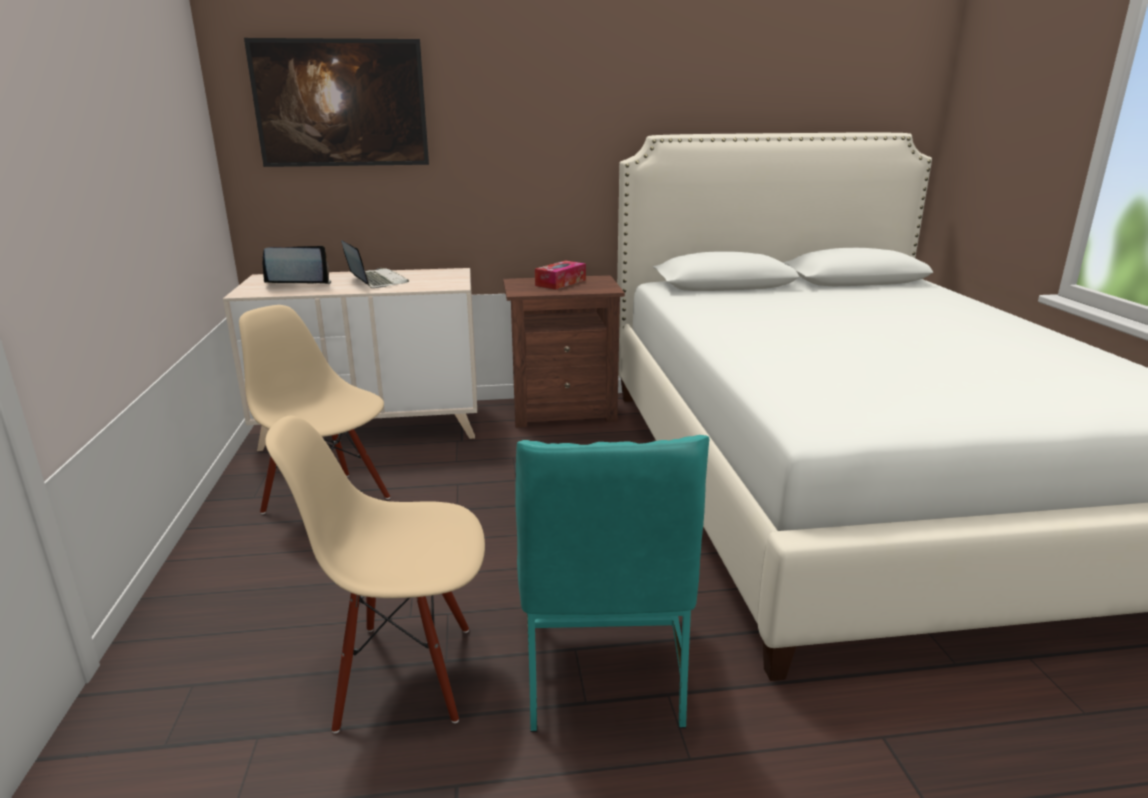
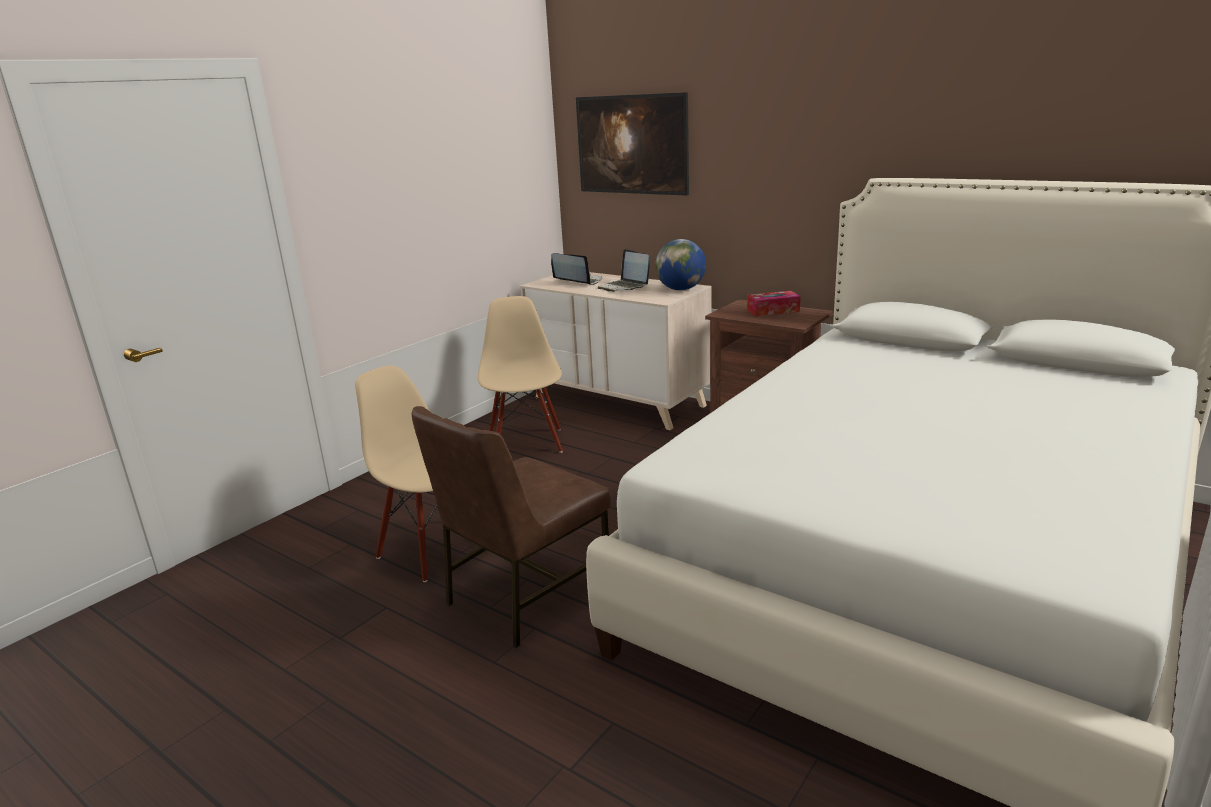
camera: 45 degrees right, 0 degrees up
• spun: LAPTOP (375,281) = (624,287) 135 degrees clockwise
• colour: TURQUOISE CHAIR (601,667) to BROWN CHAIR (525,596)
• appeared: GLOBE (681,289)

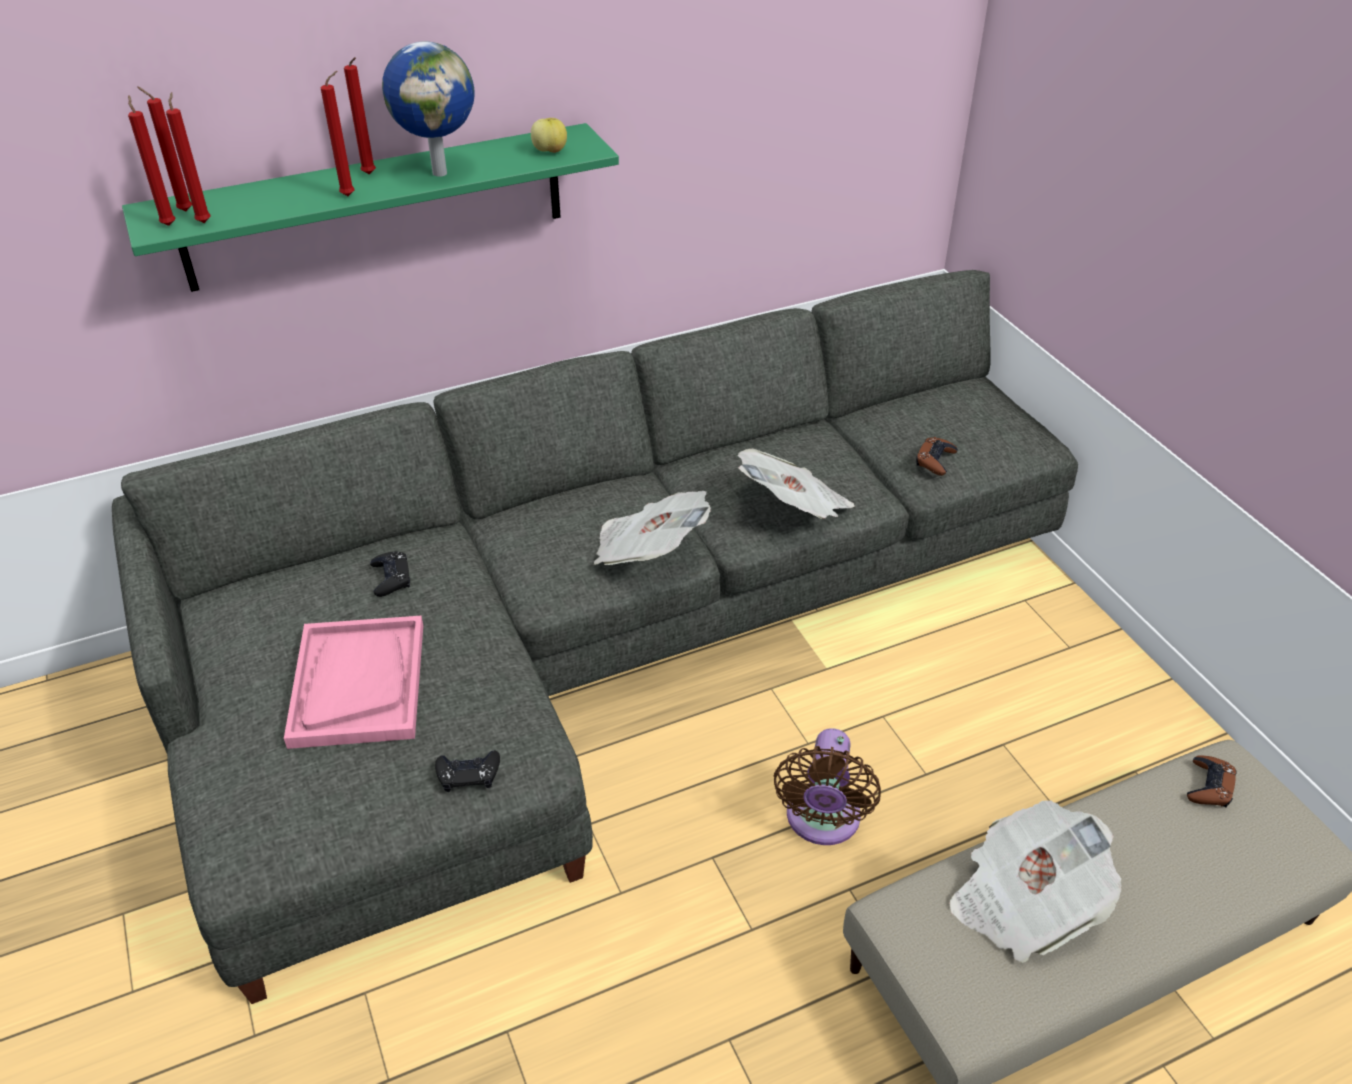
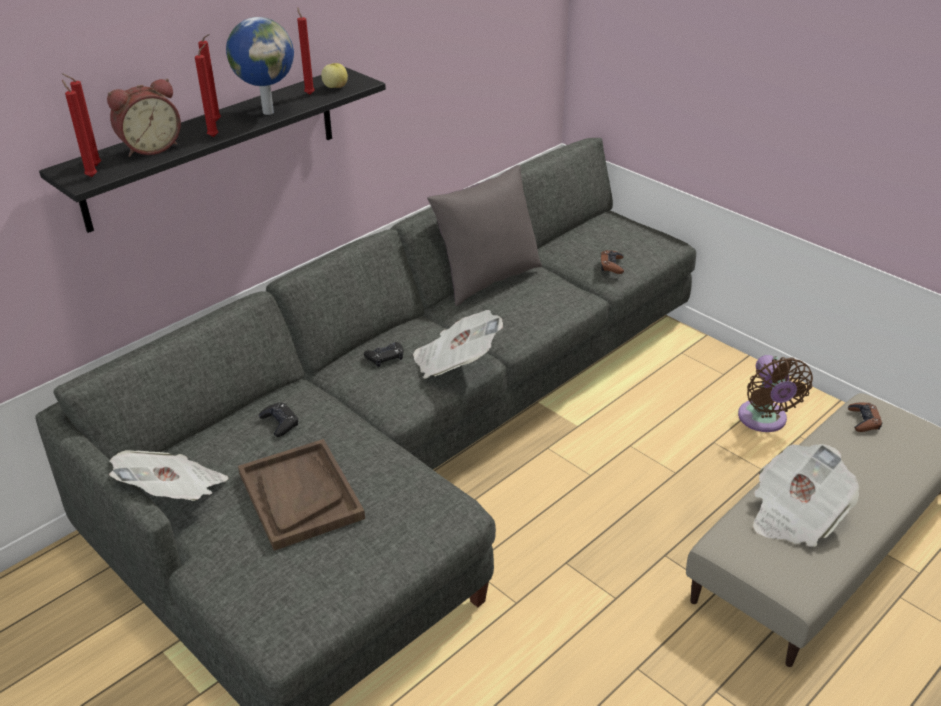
camera: 20 degrees left, 5 degrees down
• colour: GREEN SHELF (376,207) to BLACK SHELF (212,148)
• relocated: RED CANDLE (205,221) to (309,94)
• colour: PINK TRAY (358,683) to BROWN TRAY (300,496)
• relocated: BLACK GAME CONTROLLER (468,774) to (385,357)
• relocated: NEWSPAPER (794,509) to (175,494)
• relocated: BROWN FAN (822,821) to (764,420)
• appeared: ALARM CLOCK (150,147)
• appeared: GREY PILLOW (487,279)

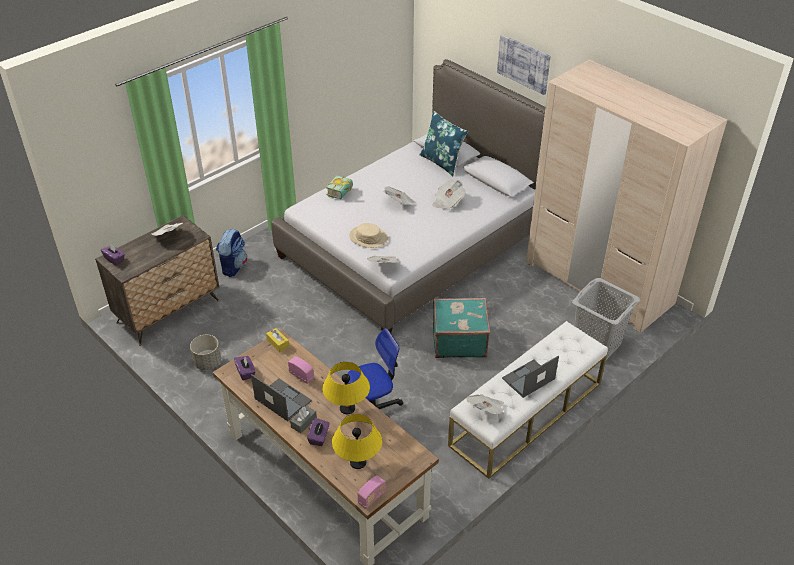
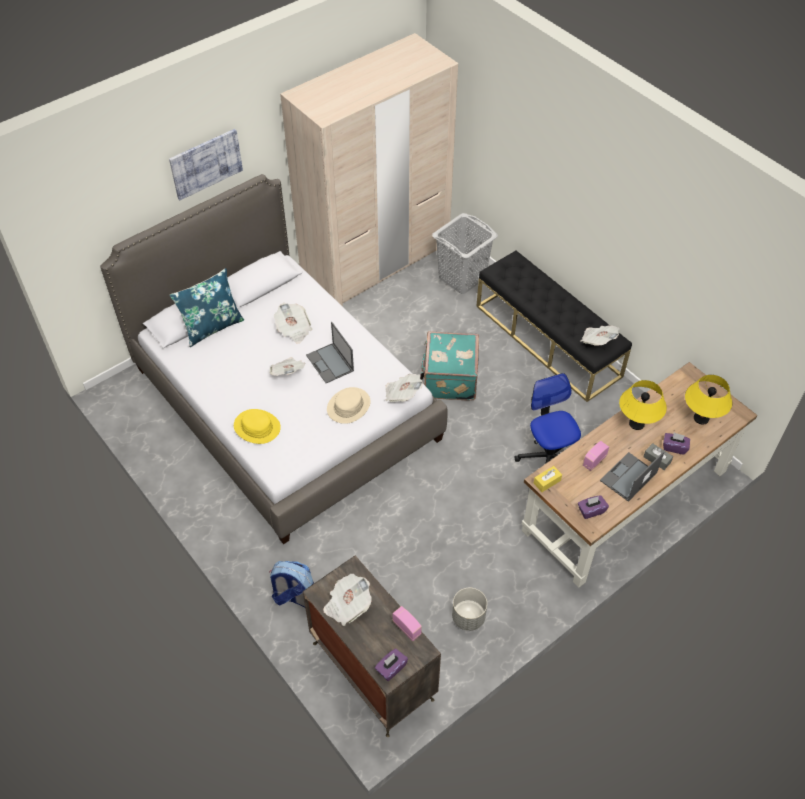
camera: 85 degrees left, 10 degrees up
• exchanged: BOOK (342,193) to YELLOW HAT (257,427)
• relocated: RADIO (371,498) to (407,628)
• colour: WHITE BENCH (526,414) to BLACK BENCH (548,340)
• relocated: LAPTOP (528,379) to (330,363)

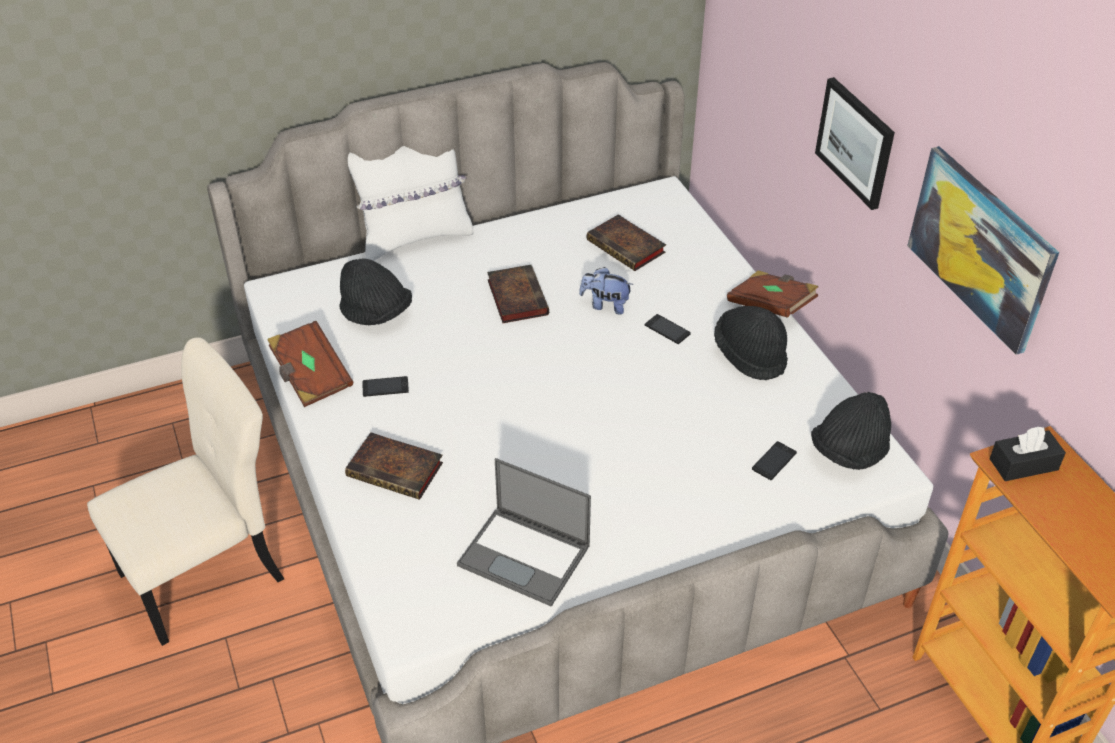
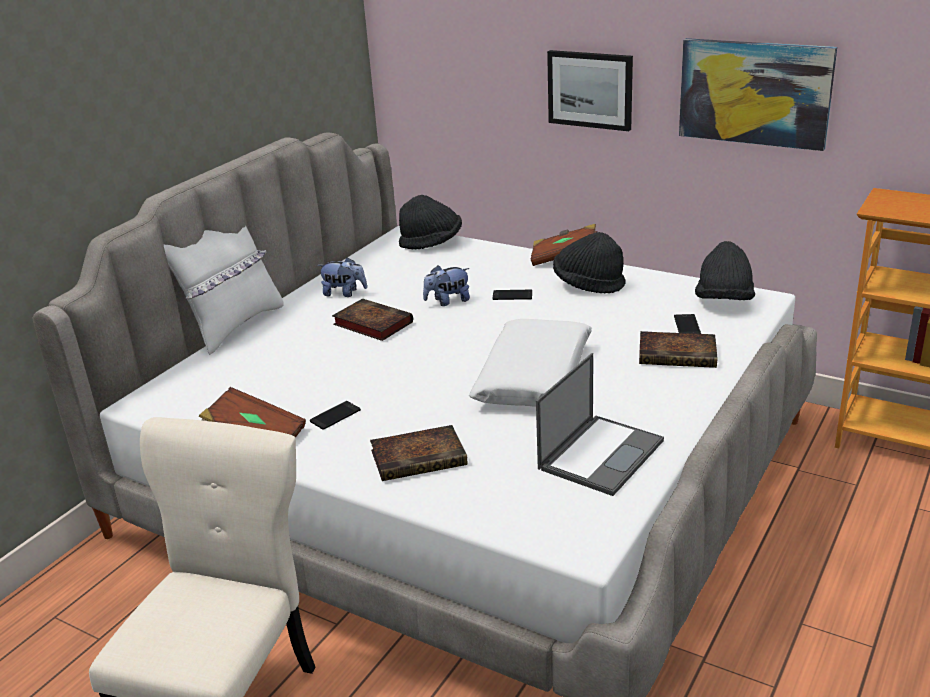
camera: 35 degrees left, 15 degrees down
• relocated: BLACK HAT (376,313) to (431,243)
• spun: LAPTOP (525,556) = (601,454) 45 degrees counterclockwise
• relocated: BOOK (627,247) to (679,354)
• missing: BLACK TISSUE BOX (1023,464)
• appeared: PLUSH TOY (344,293)
• appeared: WHITE PILLOW (534,377)

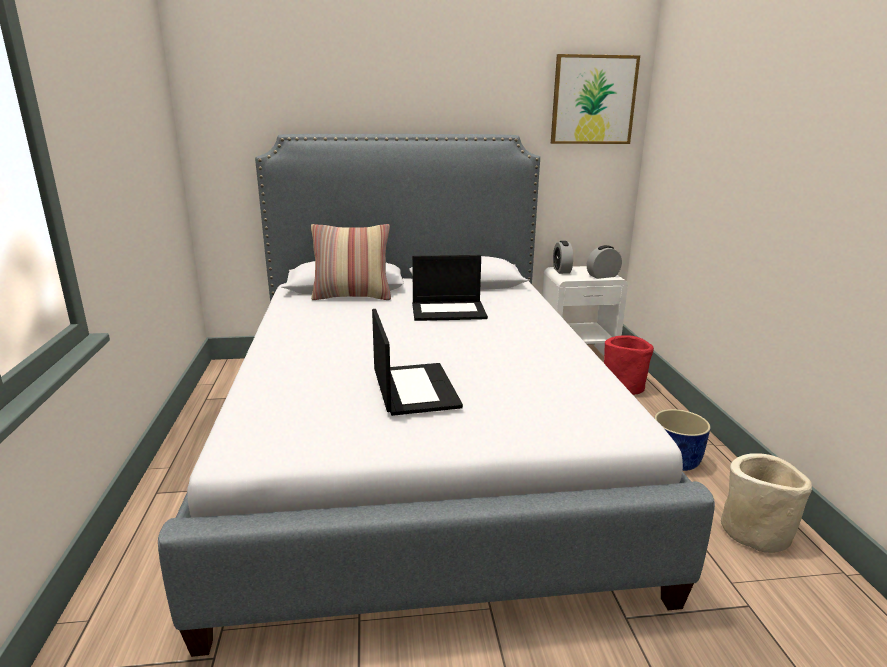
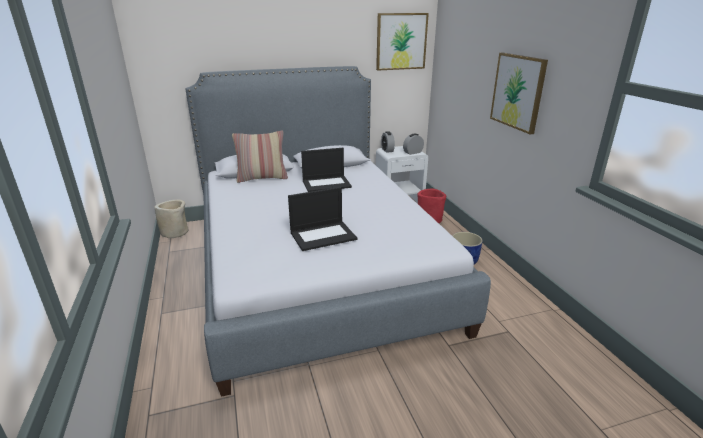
camera: 10 degrees left, 5 degrees up
• spun: LAPTOP (414,388) = (323,235) 90 degrees clockwise
• relocated: BEIGE PLANTER (756,532) to (175,232)
• appeared: PICTURE (518,92)

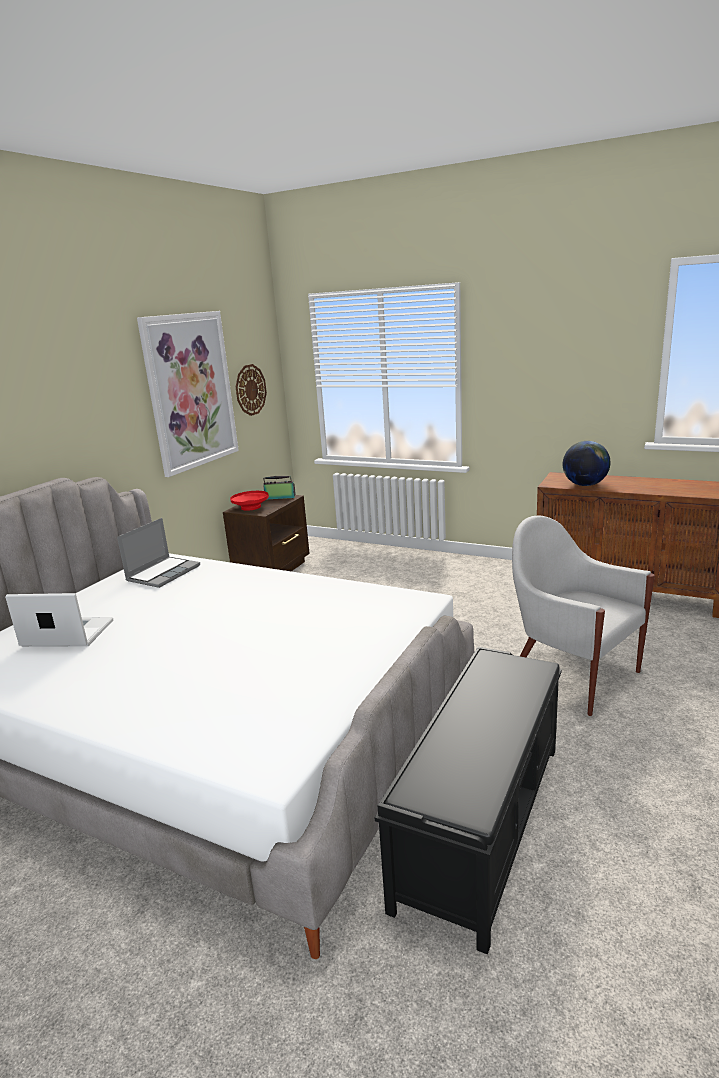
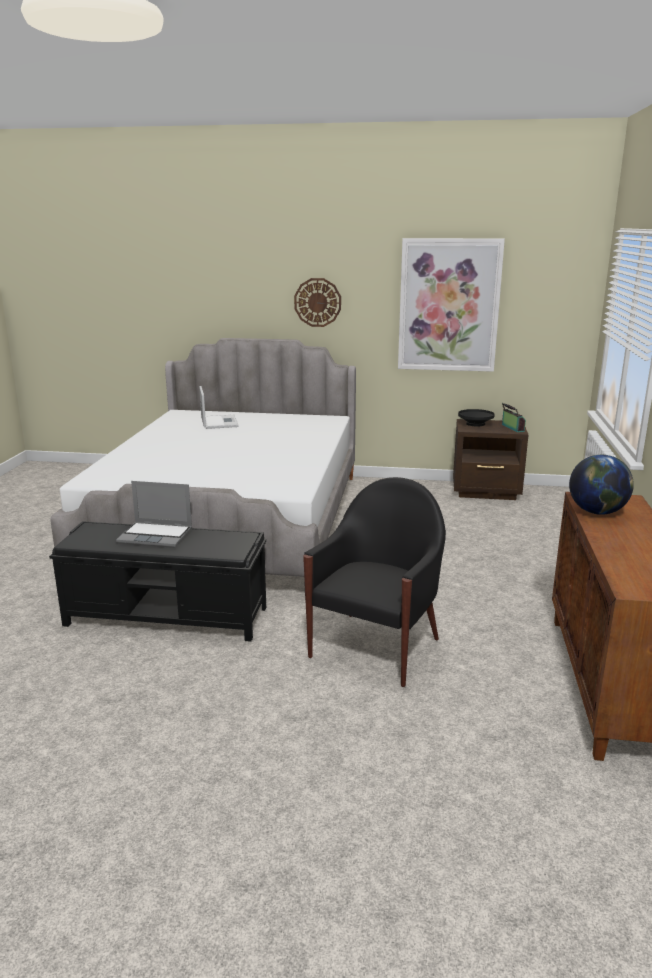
camera: 70 degrees right, 0 degrees up
• relocated: LAPTOP (163,573) to (156,536)
• colour: RED BOWL (250,507) to BLACK BOWL (475,424)
• relocated: WALL CLOCK (250,390) to (317,302)
• colour: WHITE ARMCHAIR (571,675) to BLACK ARMCHAIR (376,647)

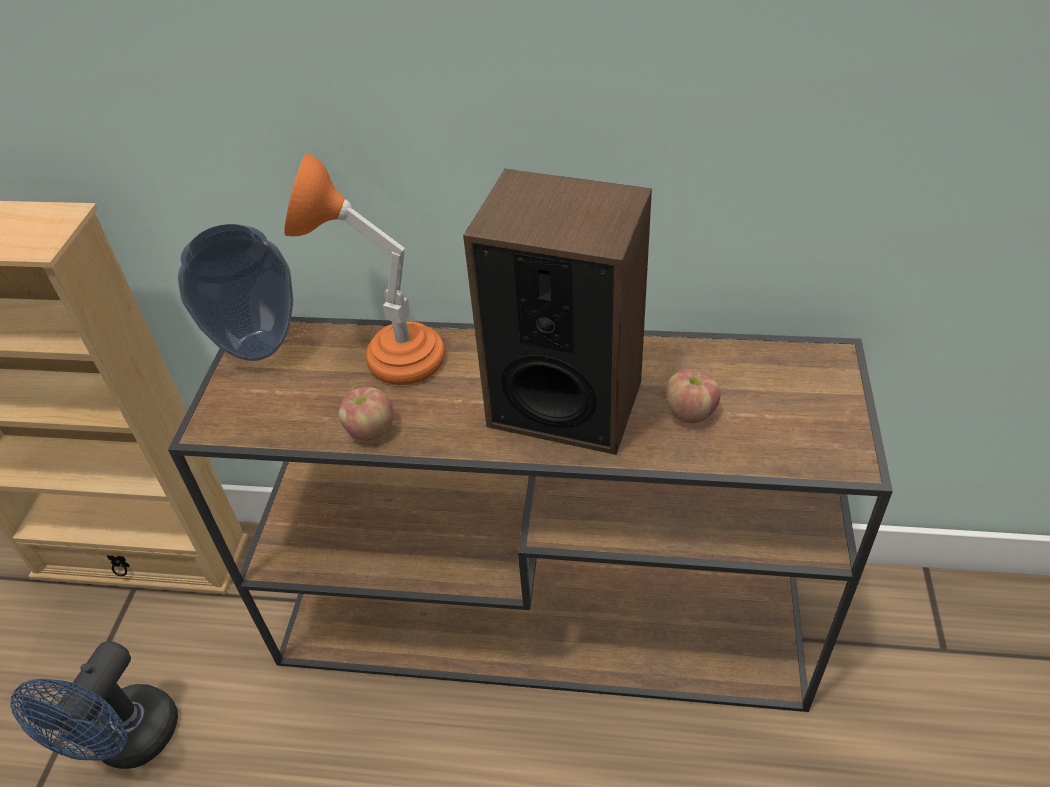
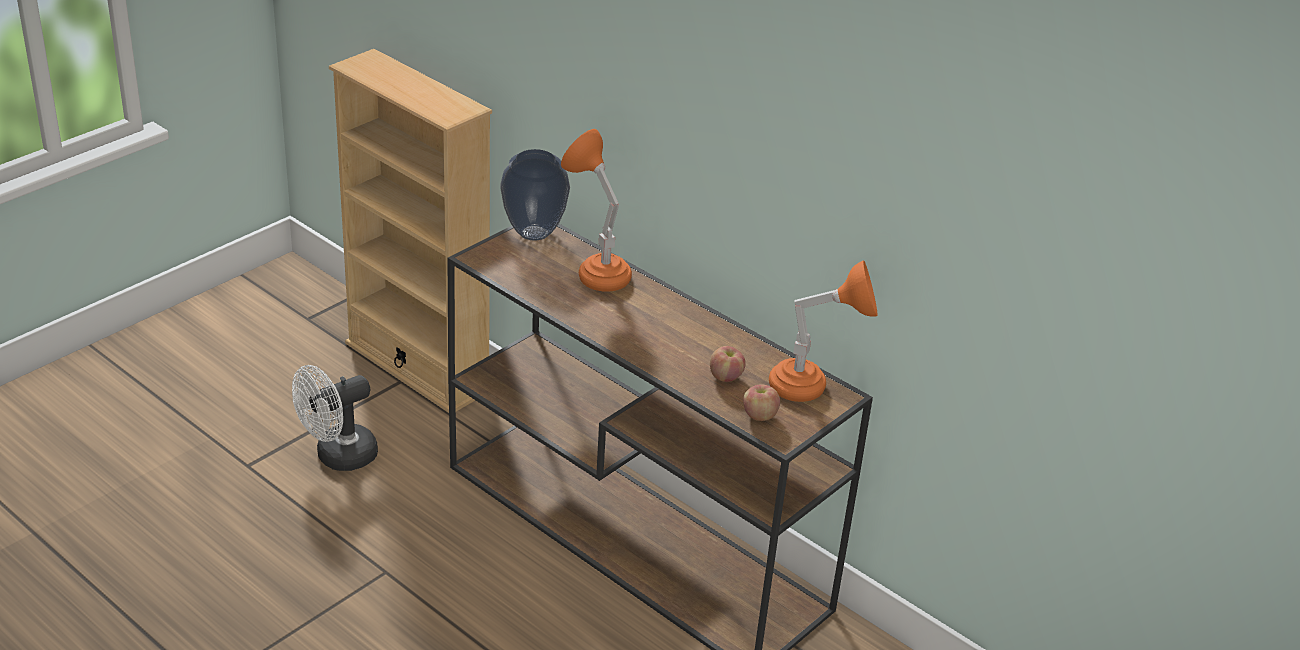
camera: 30 degrees right, 10 degrees down
• colour: BLUE FAN (128,744) to WHITE FAN (338,457)
• relocated: APPLE (370,430) to (759,415)
• missing: SPEAKER (565,403)
• appeared: ORANGE TABLE LAMP (813,389)

